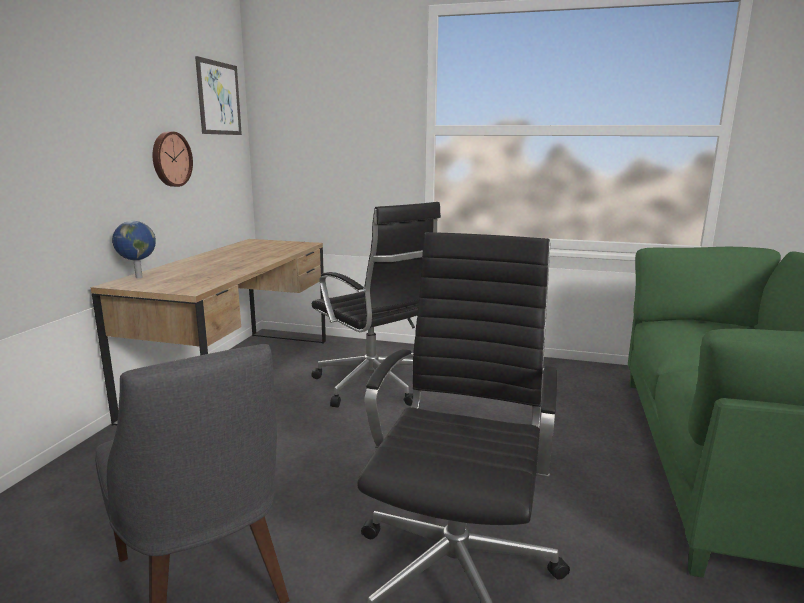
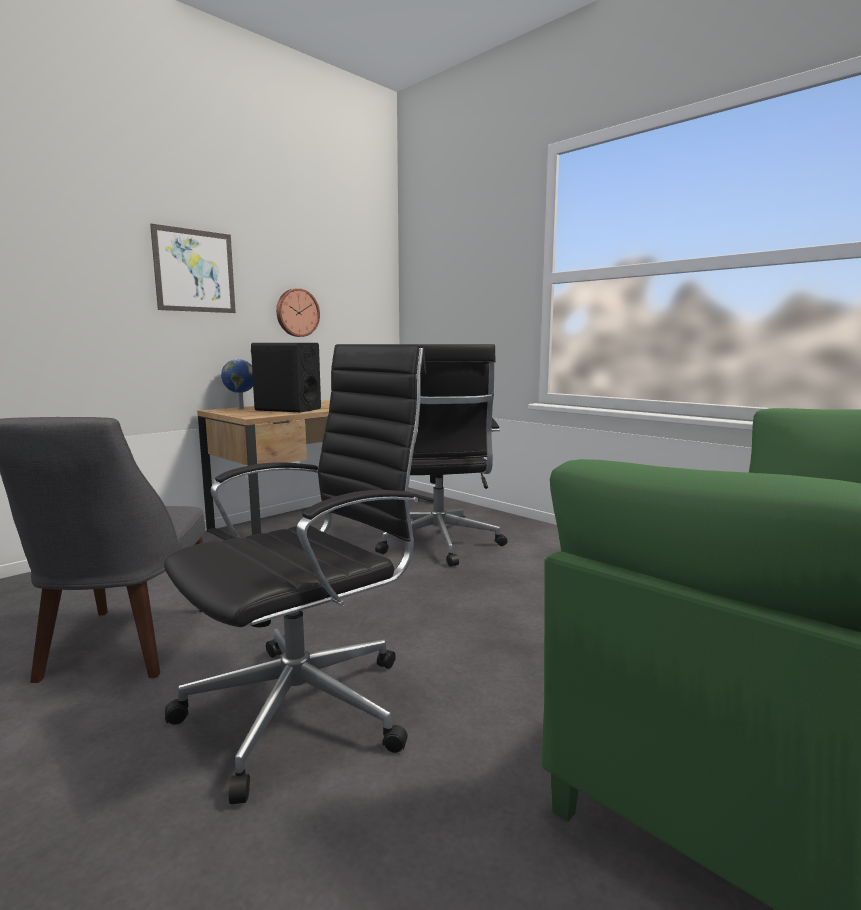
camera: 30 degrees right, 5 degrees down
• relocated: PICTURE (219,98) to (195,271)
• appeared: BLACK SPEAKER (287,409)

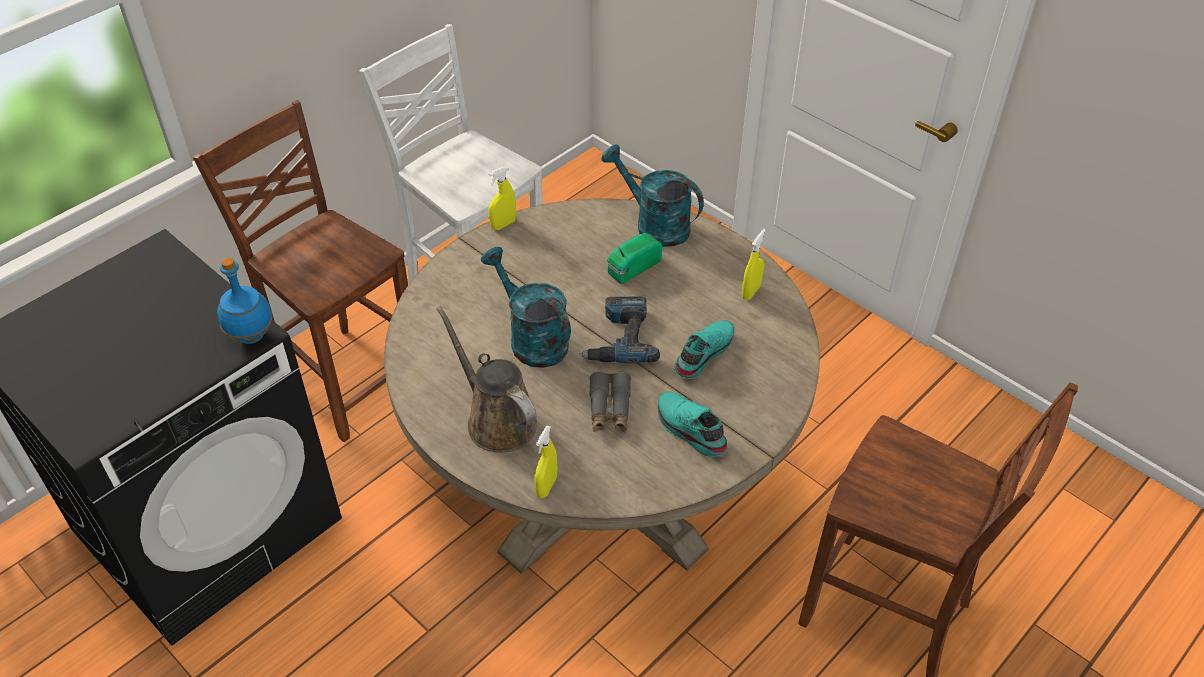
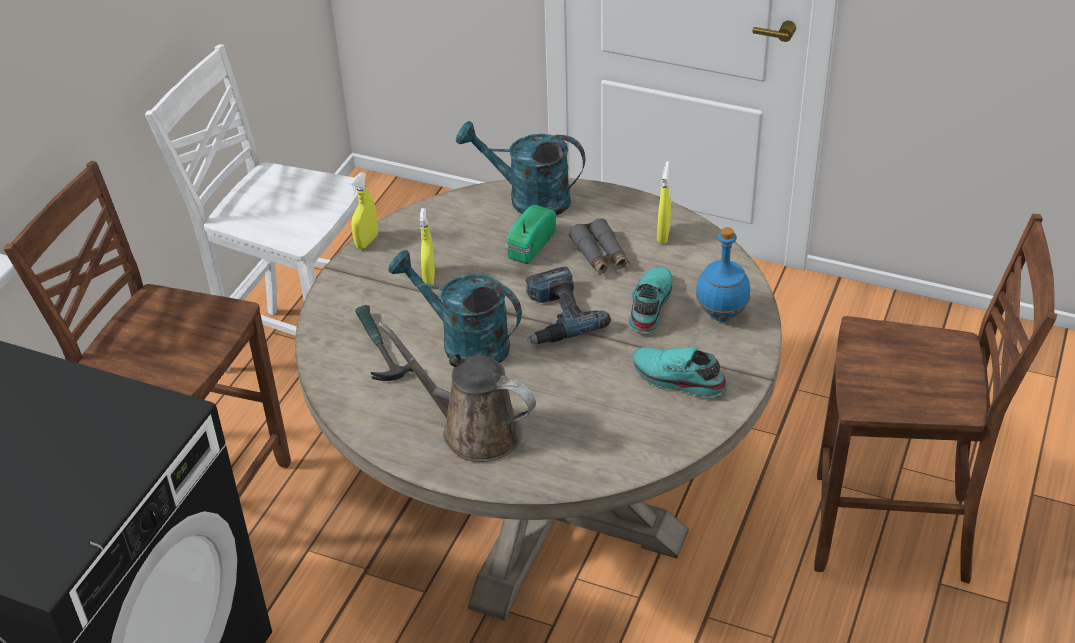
camera: 20 degrees left, 5 degrees down
• relocated: BLUE BOTTLE (251,335) to (721,313)
• relocated: YELLOW SPRAY BOTTLE (546,486) to (429,278)
• relocated: GREY BINOCULARS (609,409) to (600,256)
• appeared: HAMMER (377,347)

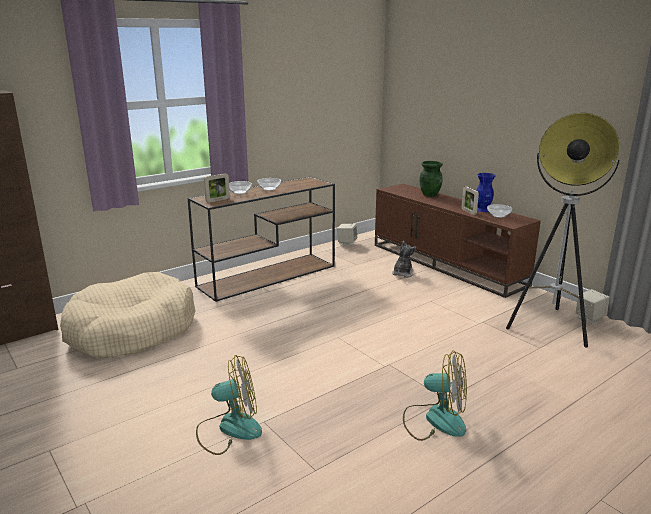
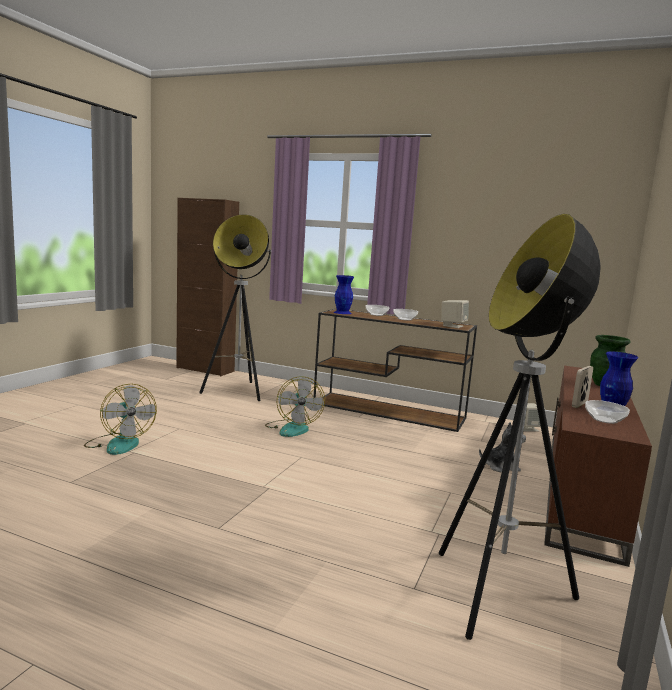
camera: 60 degrees right, 10 degrees down
• exchanged: BEIGE DOG BED (131,330) to FLOOR LAMP (238,391)
• exchanged: PICTURE FRAME (218,200) to BLUE VASE (343,312)
• relocated: FAN (435,420) to (292,428)
• relocated: BEIGE SPEAKER (589,319) to (453,326)

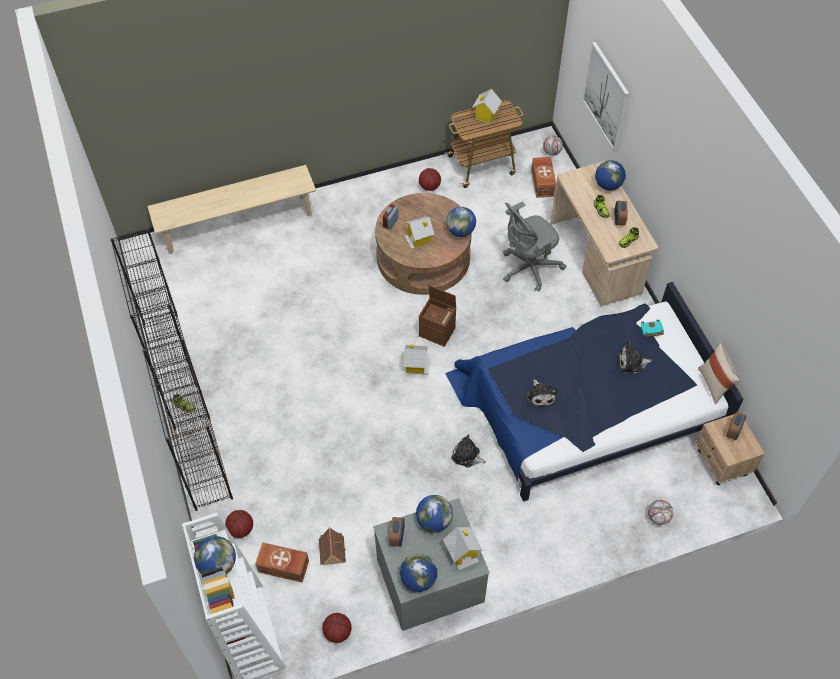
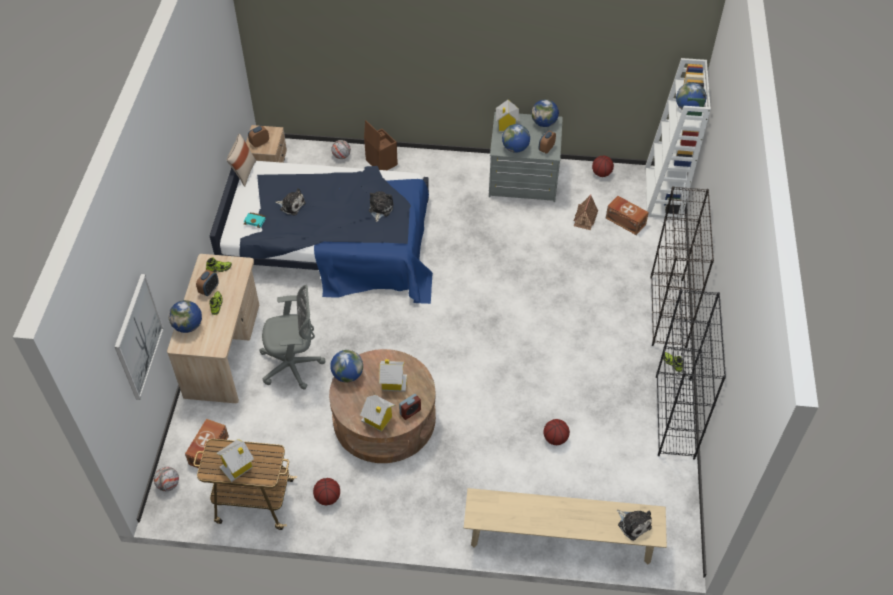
camera: 155 degrees left, 5 degrees down
• relocated: BASKETBALL (240,529) to (555,438)
• relocated: TOY HOUSE (416,365) to (377,420)
• relocated: BROWN STORAGE BOX (437,332) to (380,162)
• relocated: PLUSH TOY (467,456) to (633,524)

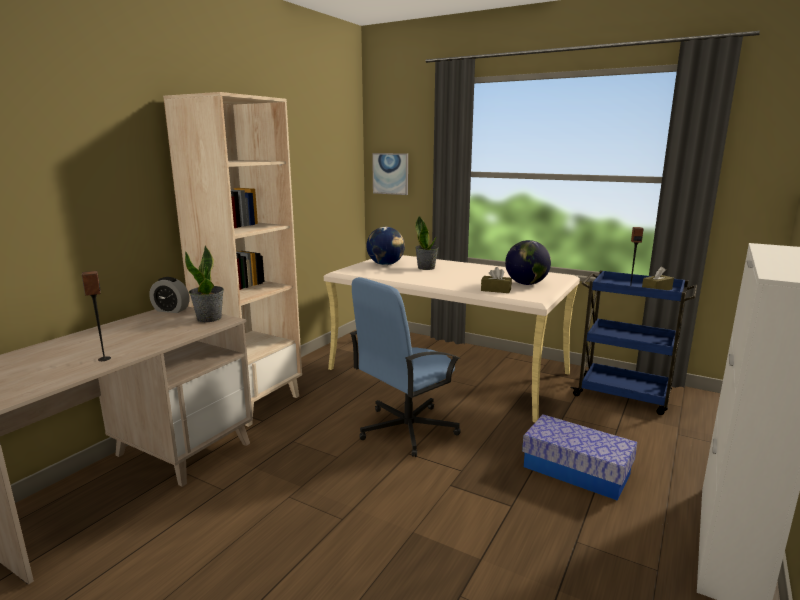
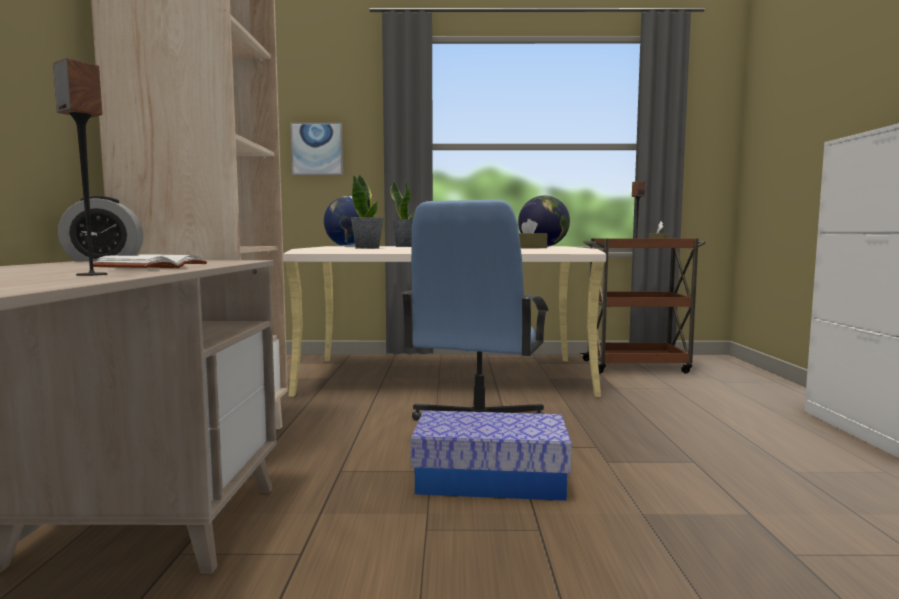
camera: 30 degrees left, 10 degrees down
• relocated: POTTED PLANT (209,318) to (367,248)
• relocated: STORAGE BOX (576,470) to (490,479)
• colour: BLUE CART (624,395) to BROWN CART (637,366)
• appeared: WHITE BOOK (150,267)

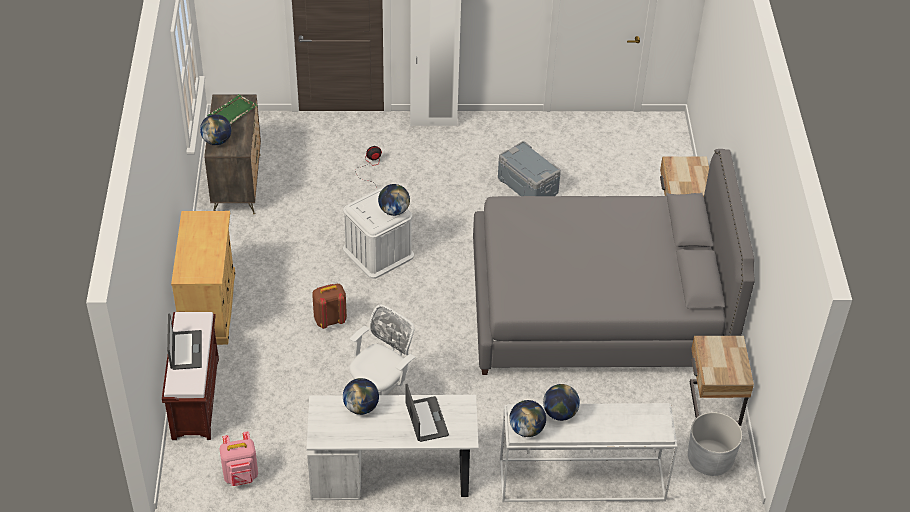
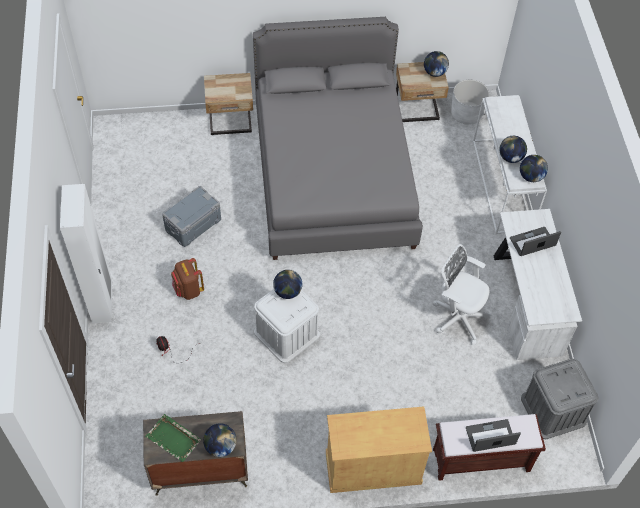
camera: 95 degrees left, 10 degrees up
• exchanged: PINK BACKPACK (241,476) to GREY STORAGE BOX (553,410)
• relocated: BROWN BACKPACK (330,320) to (188,290)
• relocated: GLOBE (361,407) to (434,72)

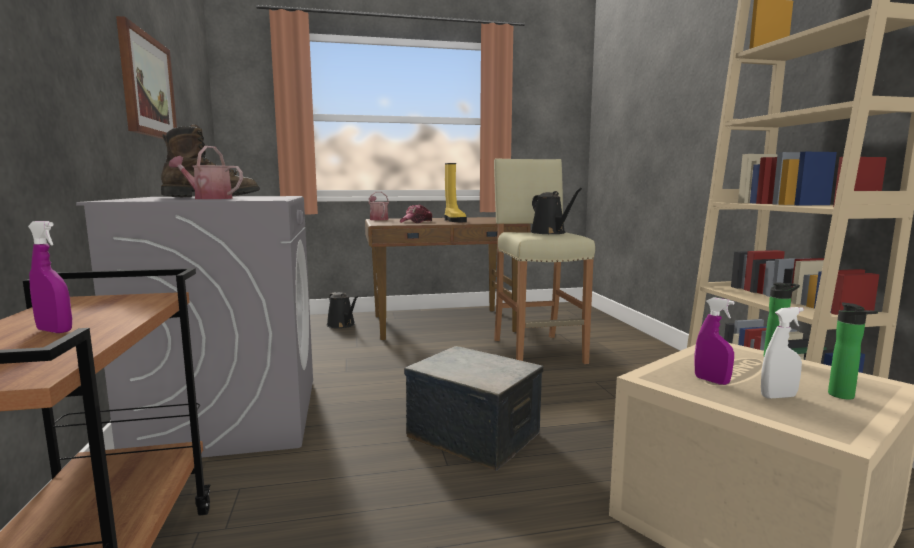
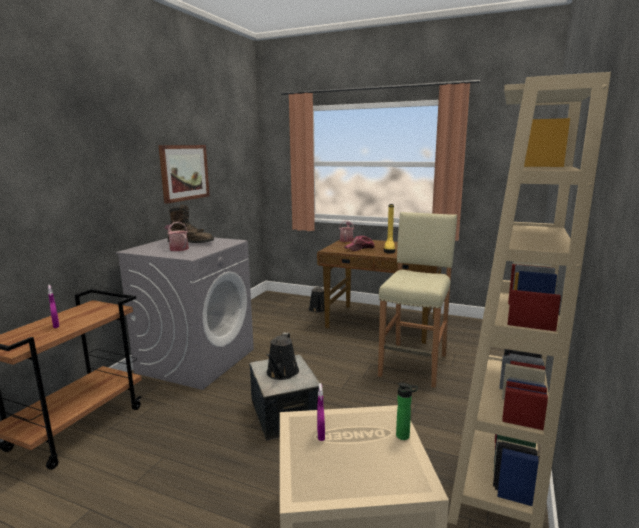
camera: 35 degrees right, 5 degrees up
• relocated: BLACK WATERING CAN (550,233) to (281,373)
• missing: WHITE SPRAY BOTTLE (778,396)
• missing: BOTTLE (844,397)

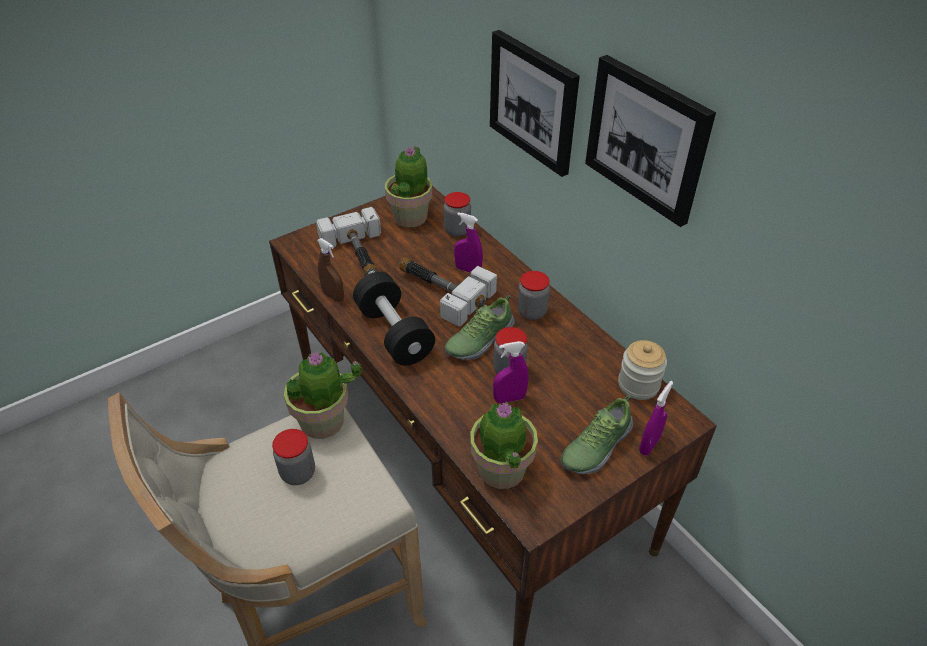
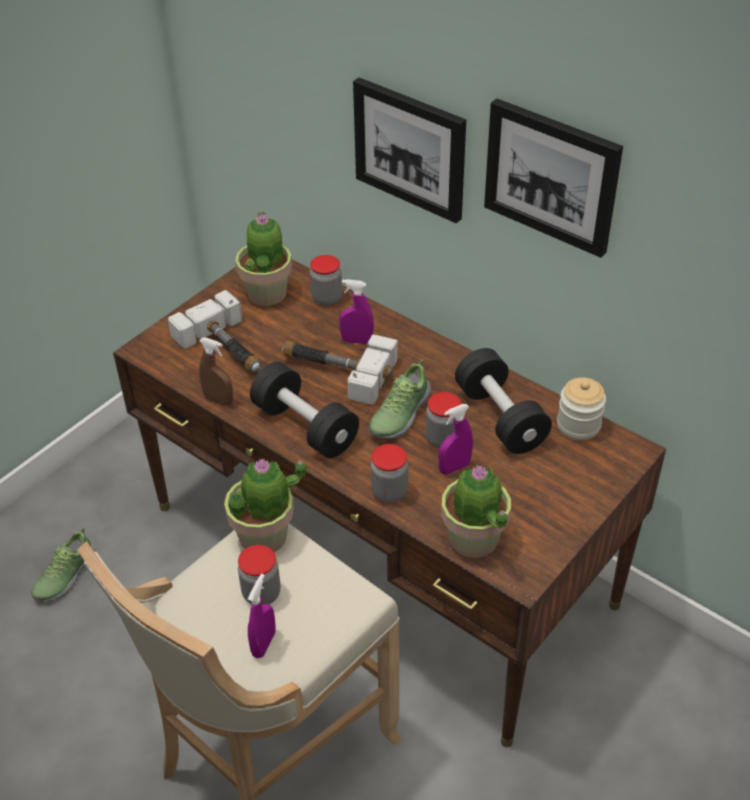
camera: 15 degrees left, 0 degrees up
• relocated: JAR (532,312) to (389,492)
• relocated: SHOE (595,446) to (64,576)
• relocated: PURPLE SPRAY BOTTLE (649,445) to (264,644)
• appeared: BLACK DUMBBELL (500,418)

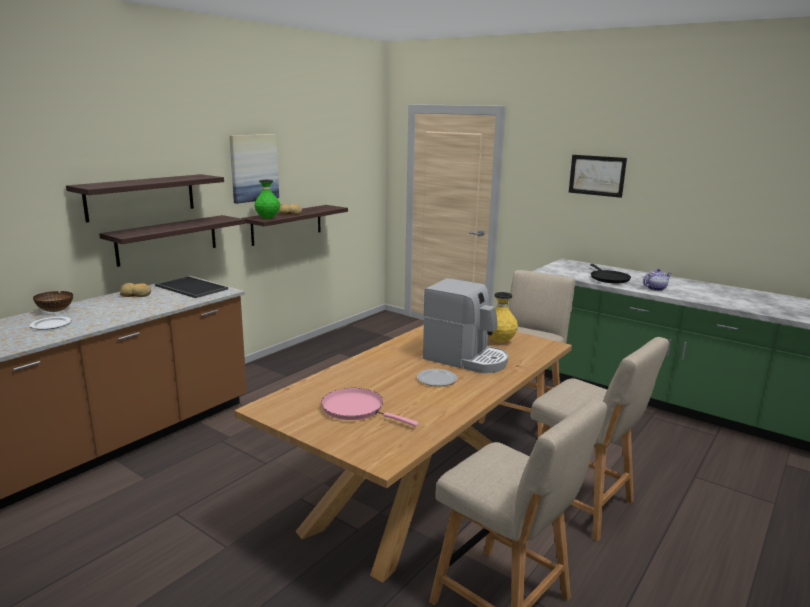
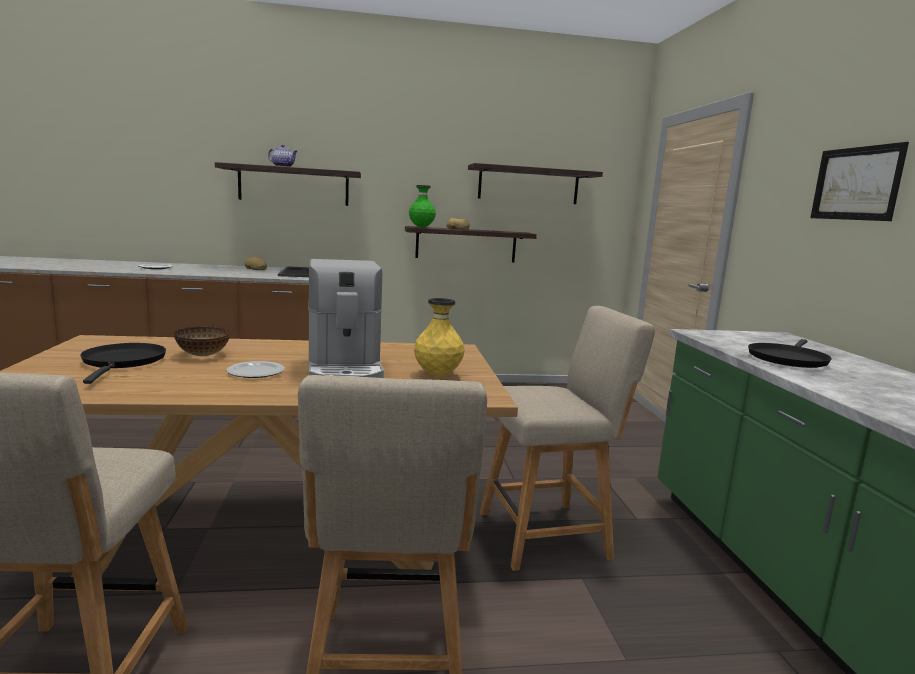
camera: 45 degrees right, 5 degrees down
• relocated: BOWL (56,311) to (203,355)
• relocated: SHELF (167,240) to (528,185)
• missing: PICTURE (253,168)
• colour: PINK FRYING PAN (356,409) to BLACK FRYING PAN (123,362)
• relocated: TEAPOT (655,288) to (283,167)

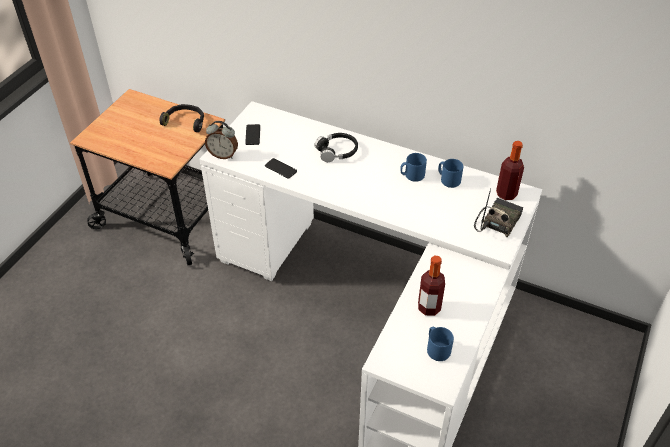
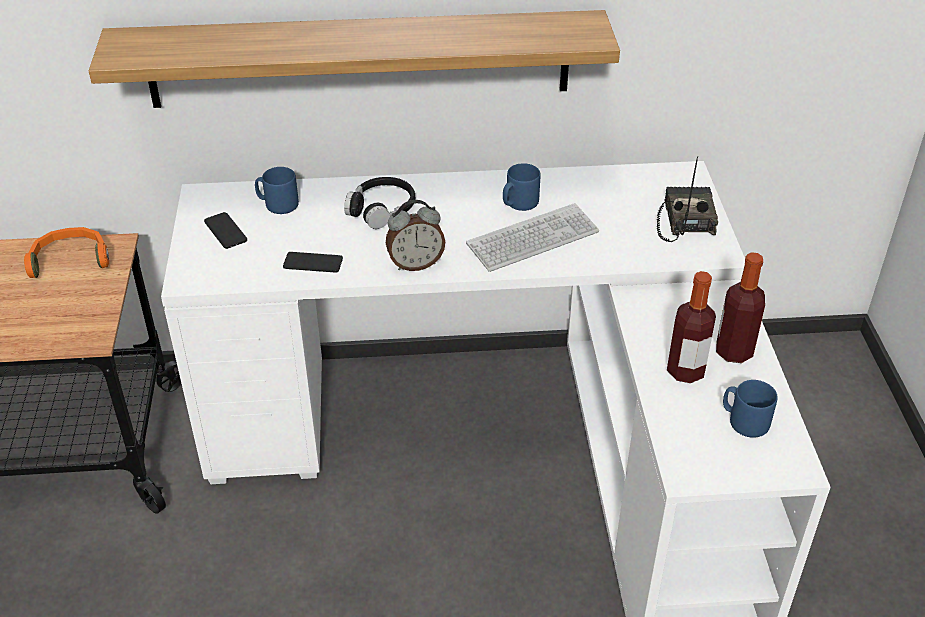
camera: 30 degrees left, 5 degrees down
• colour: BLACK HEADPHONES (185,121) to ORANGE HEADPHONES (70,259)
• relocated: ALARM CLOCK (223,155) to (415,264)
• relocated: BLUE MUG (448,180) to (278,204)
• relocated: BOTTLE (506,194) to (734,351)
• appeared: SHELF (359,59)
• appeared: KEYBOARD (533,239)

